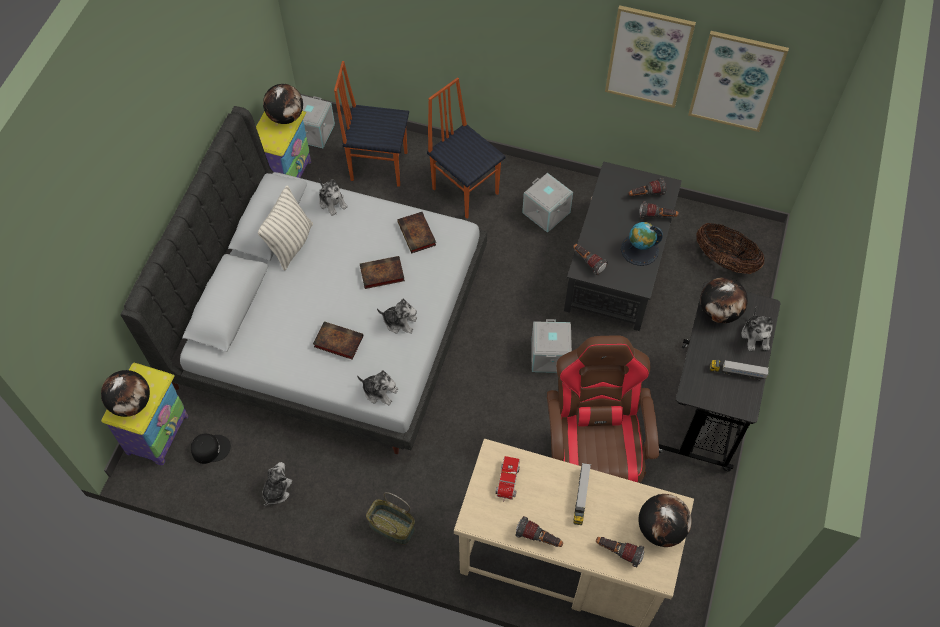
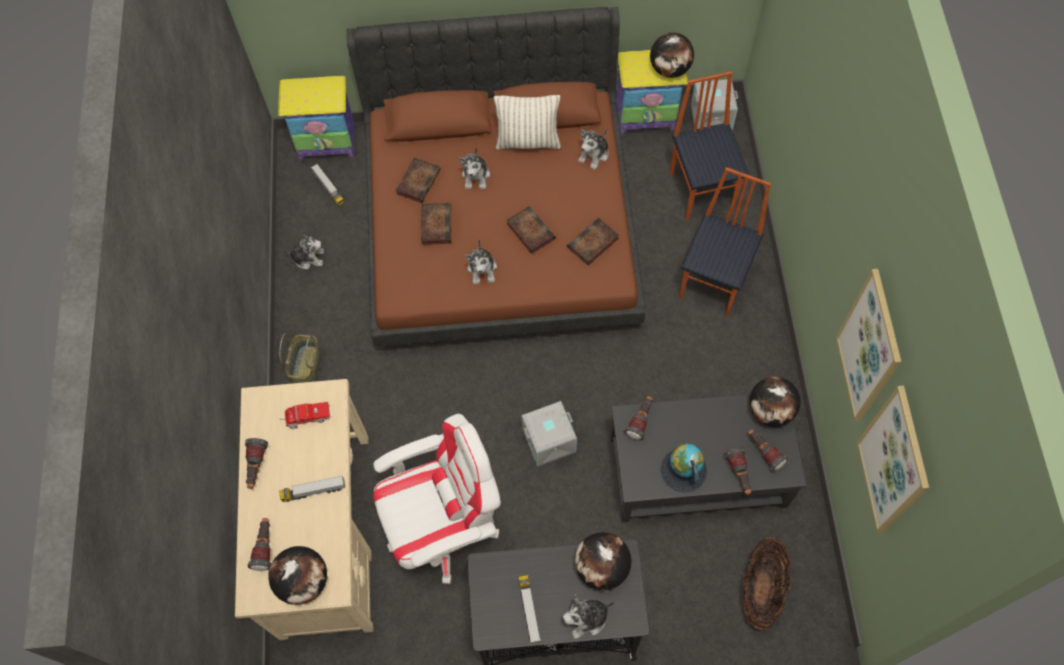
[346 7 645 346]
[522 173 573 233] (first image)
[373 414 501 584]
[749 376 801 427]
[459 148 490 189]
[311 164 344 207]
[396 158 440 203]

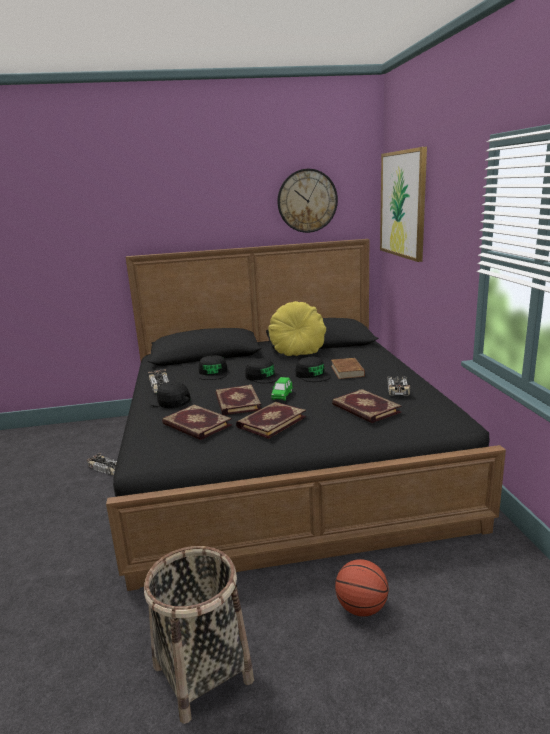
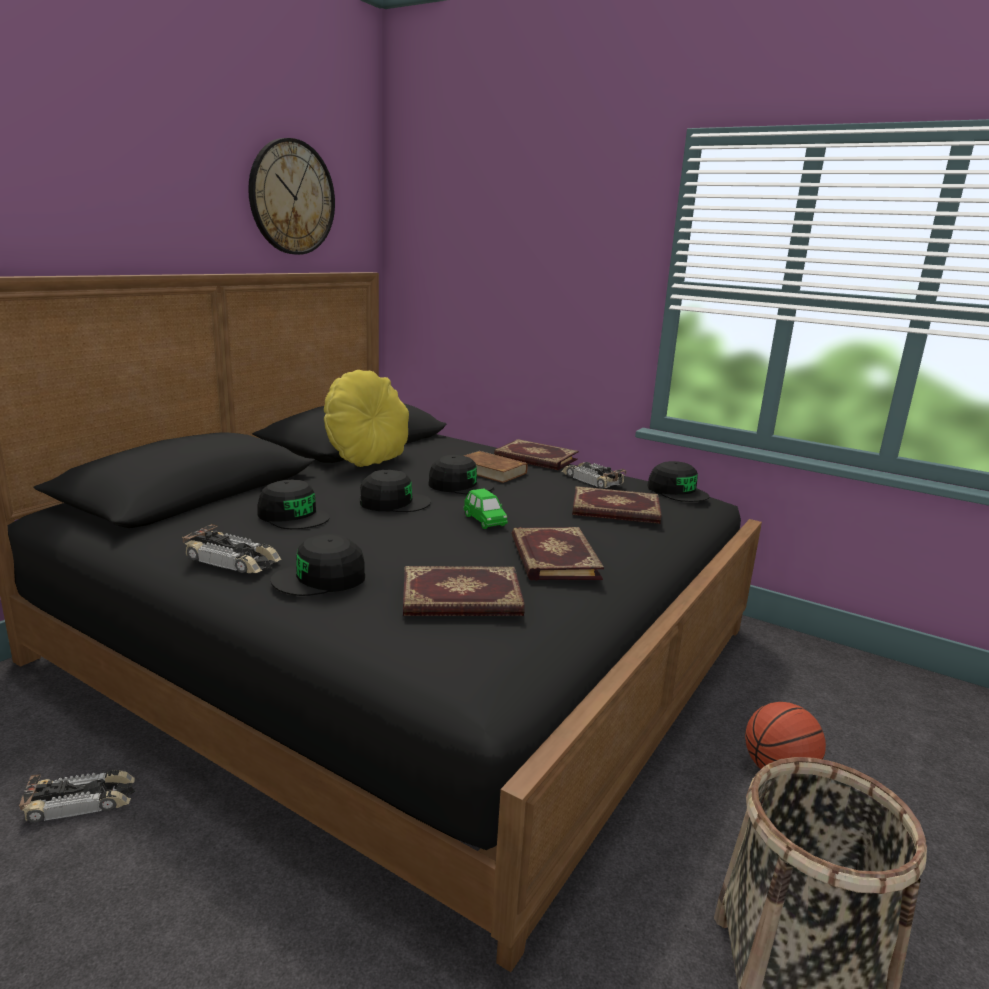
[380 147 427 262] (first image)
[494 439 579 470]
[647 461 710 502]

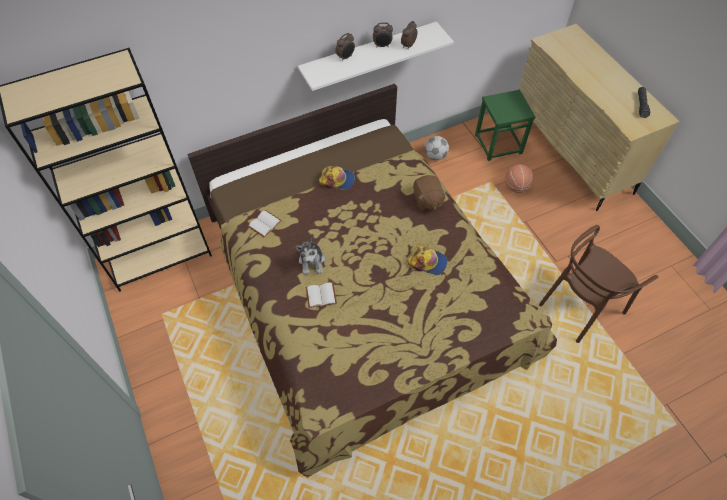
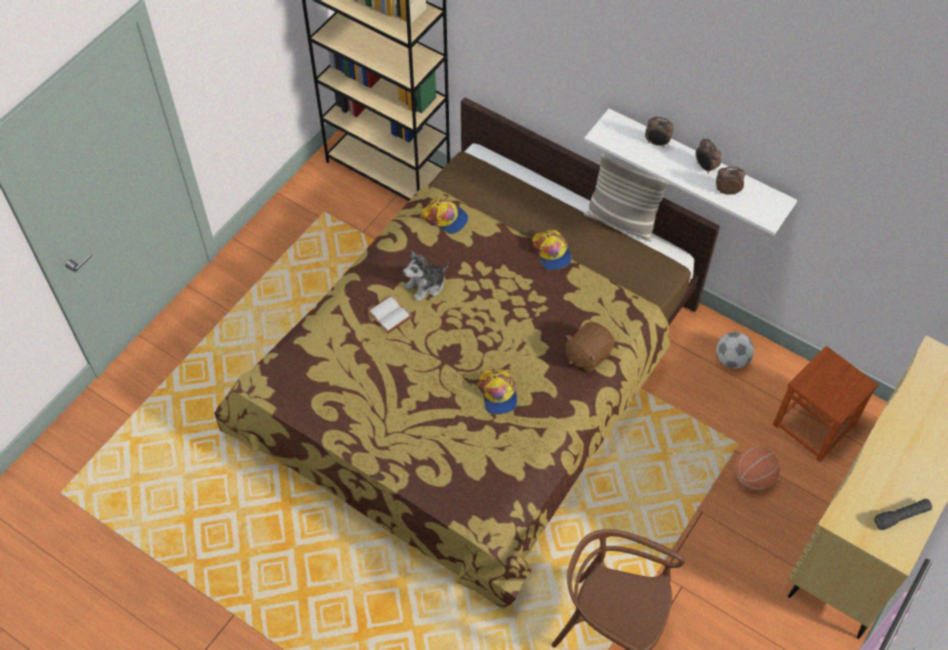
[773 346 878 462]
[421 197 468 234]
[584 153 669 242]

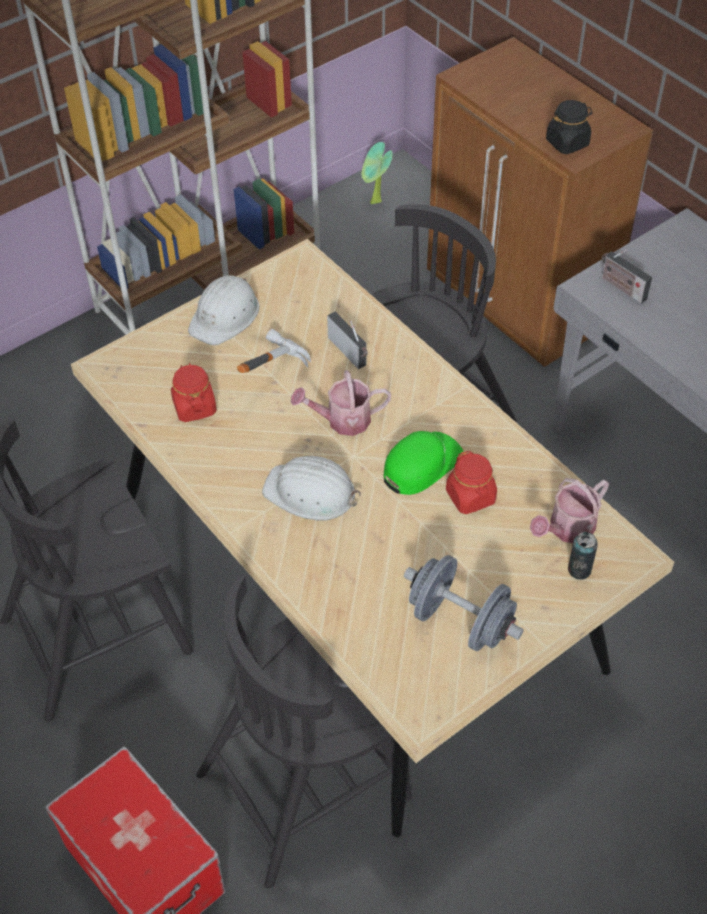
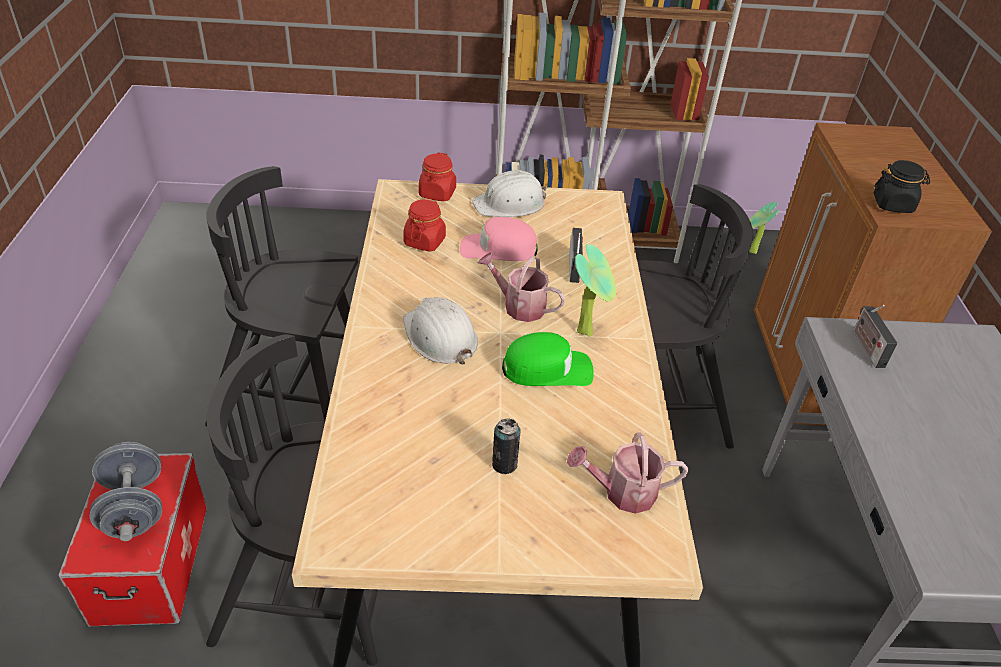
[460 217 538 261]
[419 152 456 201]
[492 418 521 474]
[90 442 162 541]
[575 244 616 337]

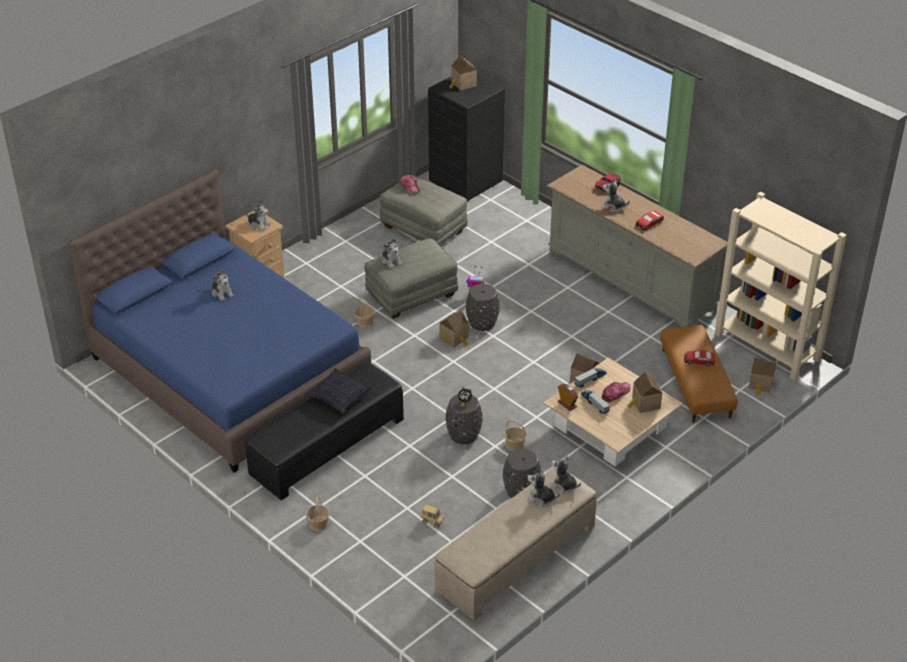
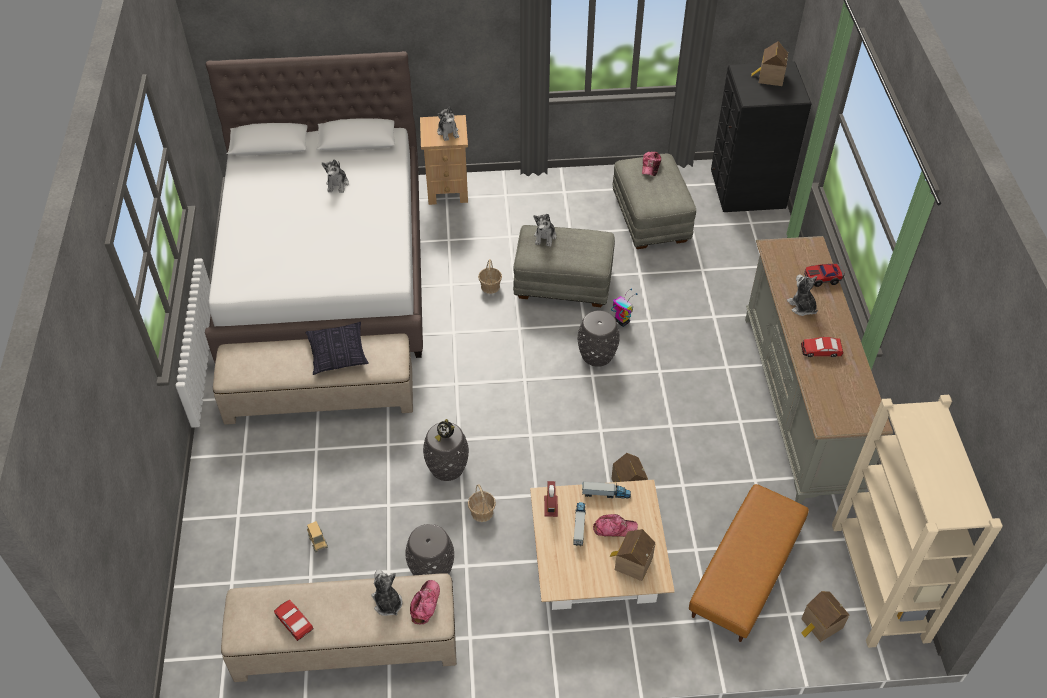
[205 51 423 362]
[439 310 468 347] (first image)
[274 600 313 641]
[213 333 413 425]
[410 580 440 624]
[306 496 330 531] (first image)

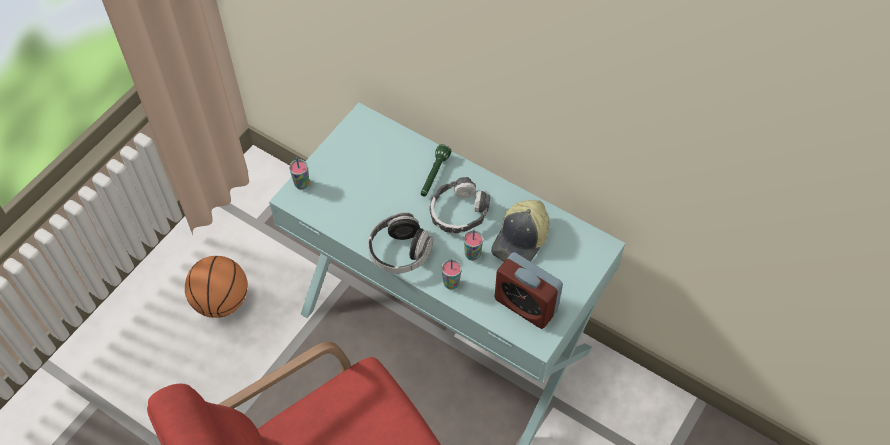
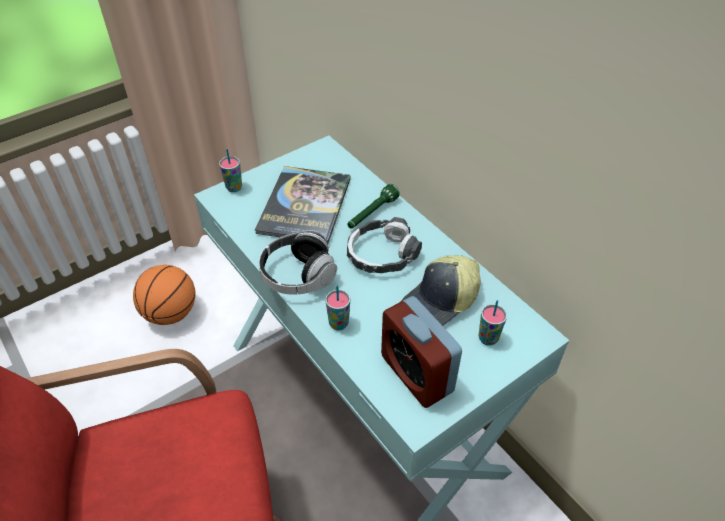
[479 300 507 346]
[255 166 351 244]

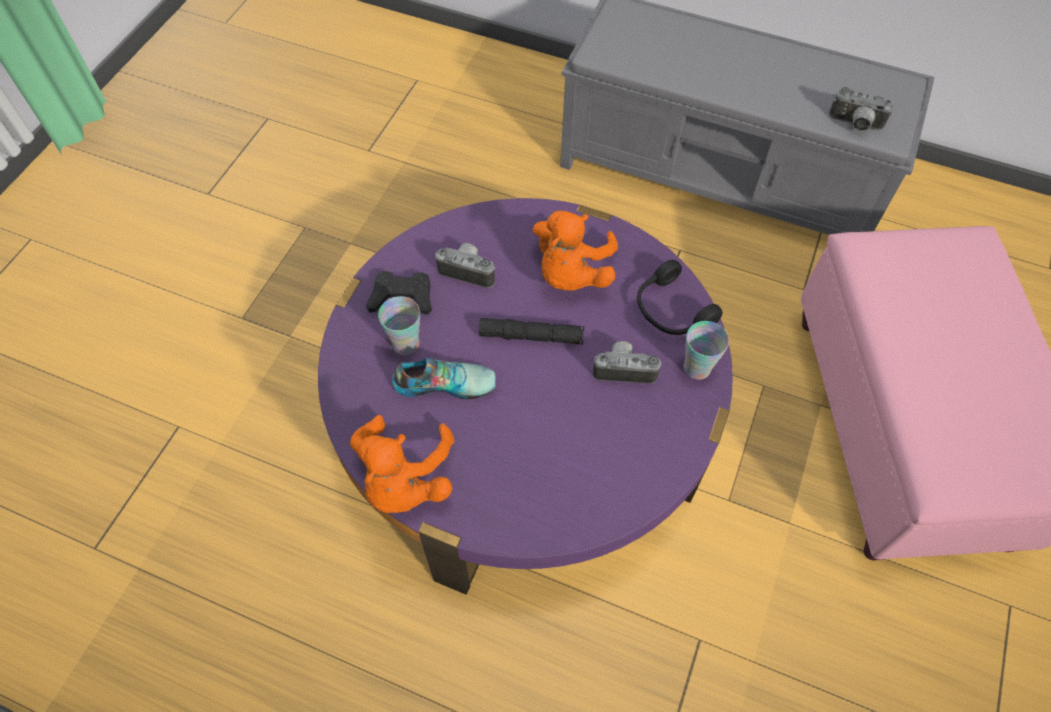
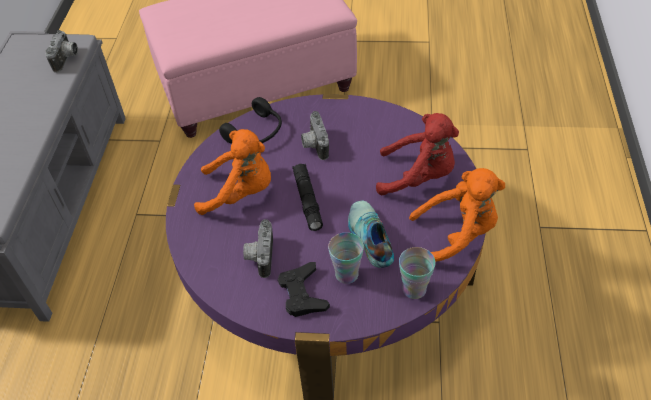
[399 247 436 299]
[376 113 459 196]

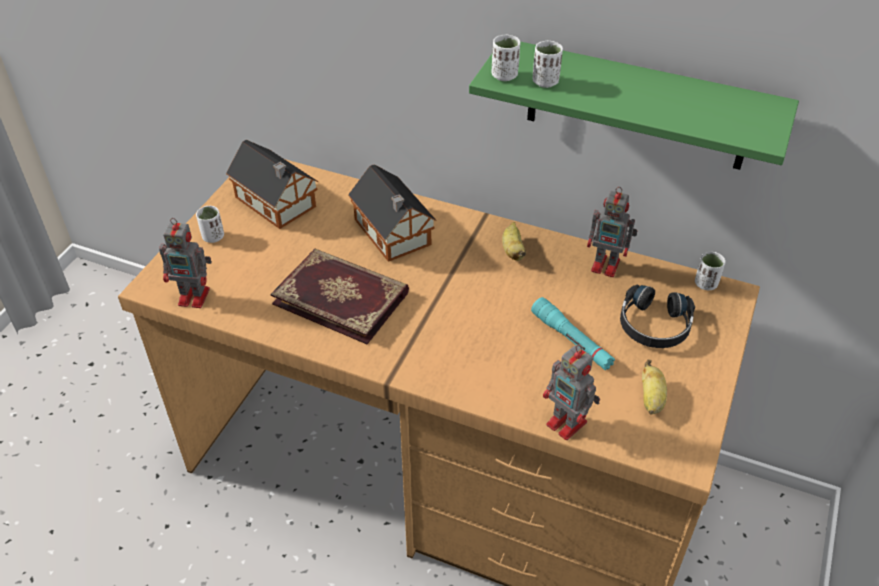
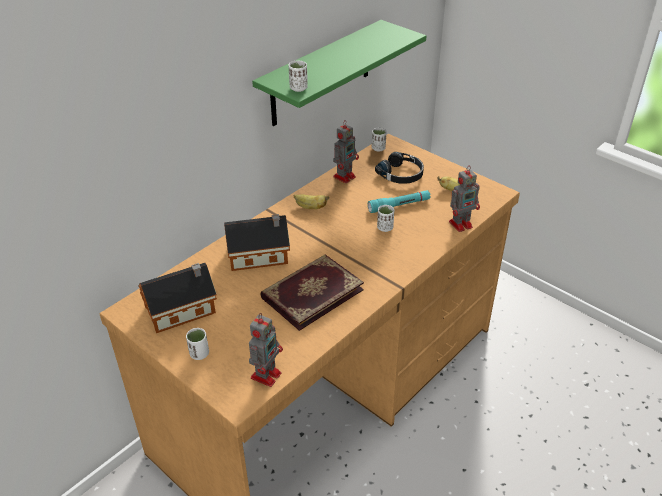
[377 205 394 232]

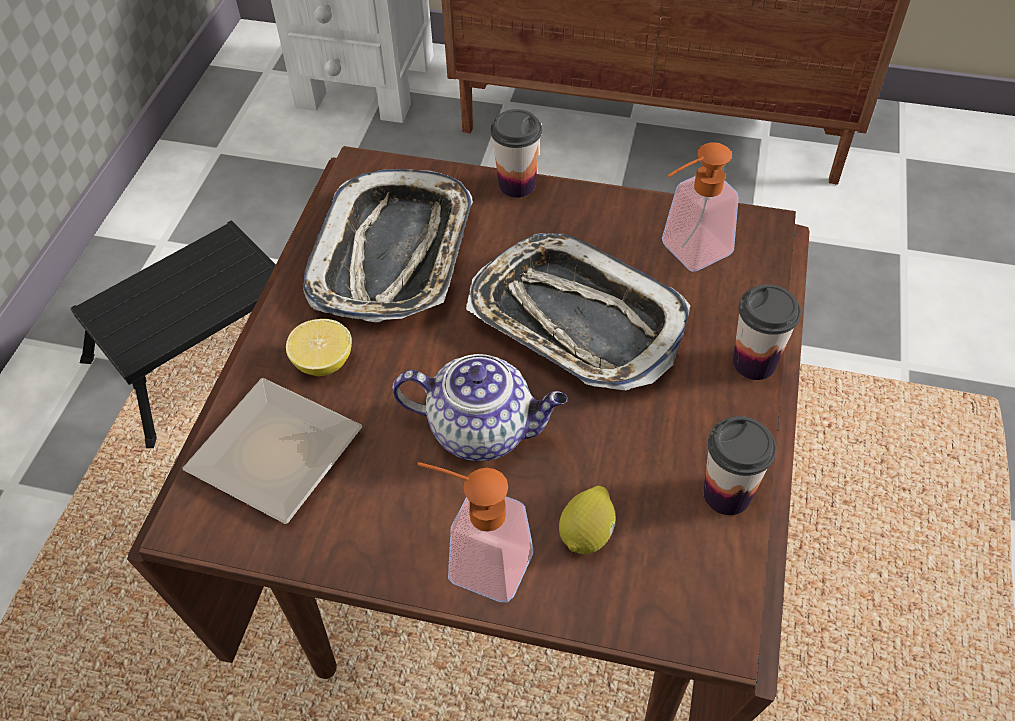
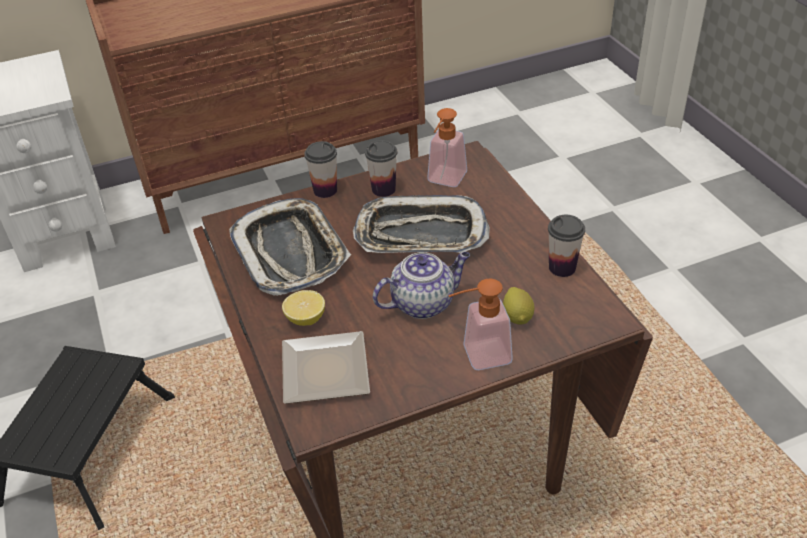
[365 140 398 197]

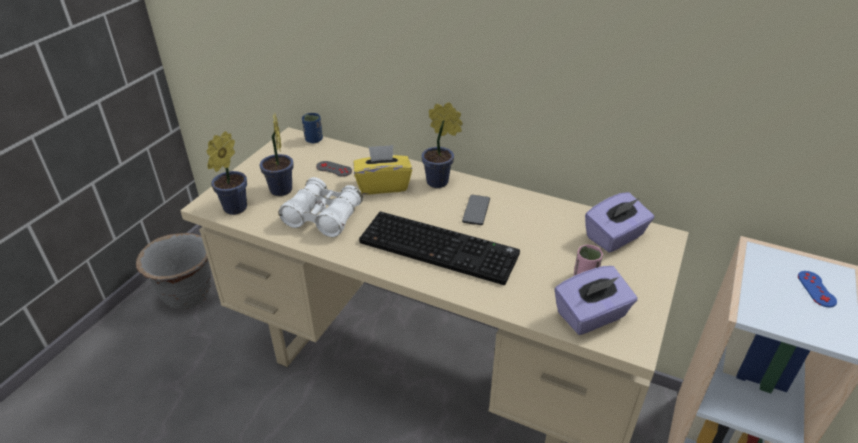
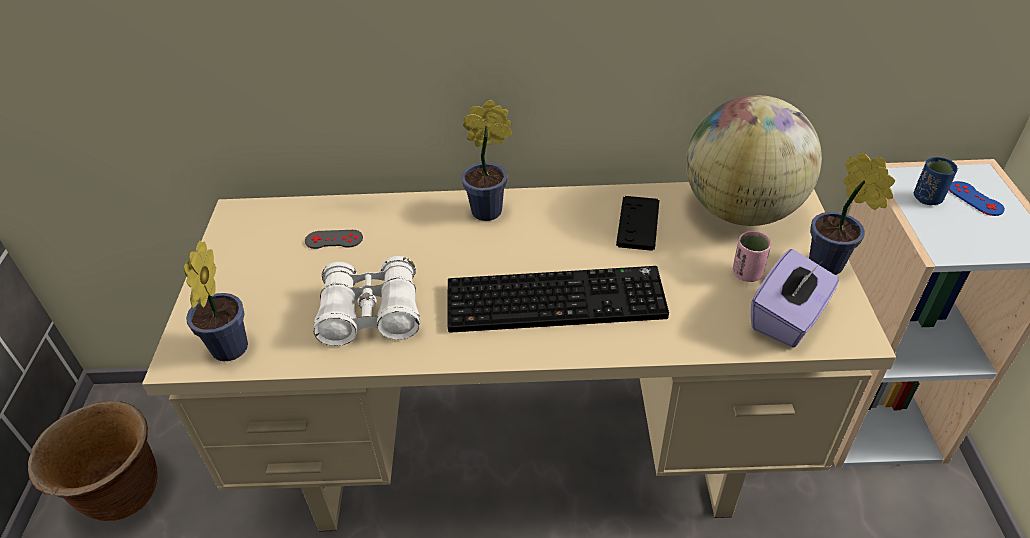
[914 157 958 205]
[809 152 895 275]
[353 145 412 195] (first image)
[686 95 822 226]
[462 195 490 225] (first image)
[28 401 158 521]
[616 196 659 251]

